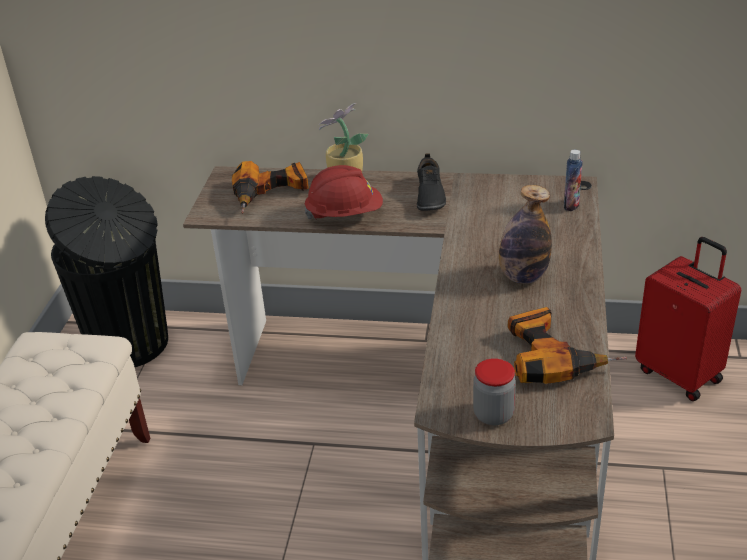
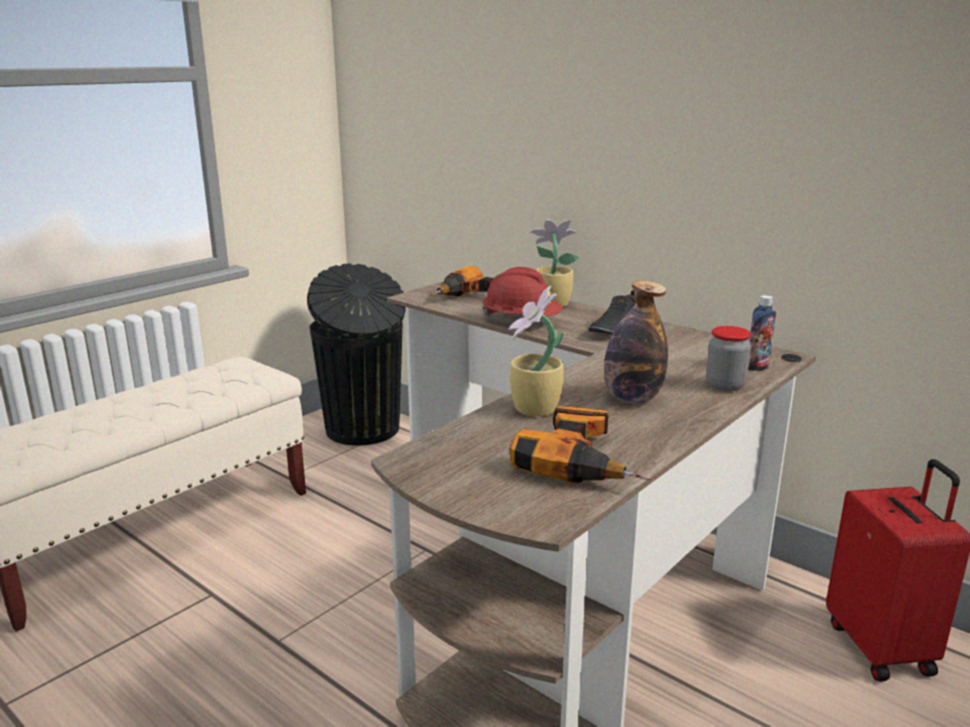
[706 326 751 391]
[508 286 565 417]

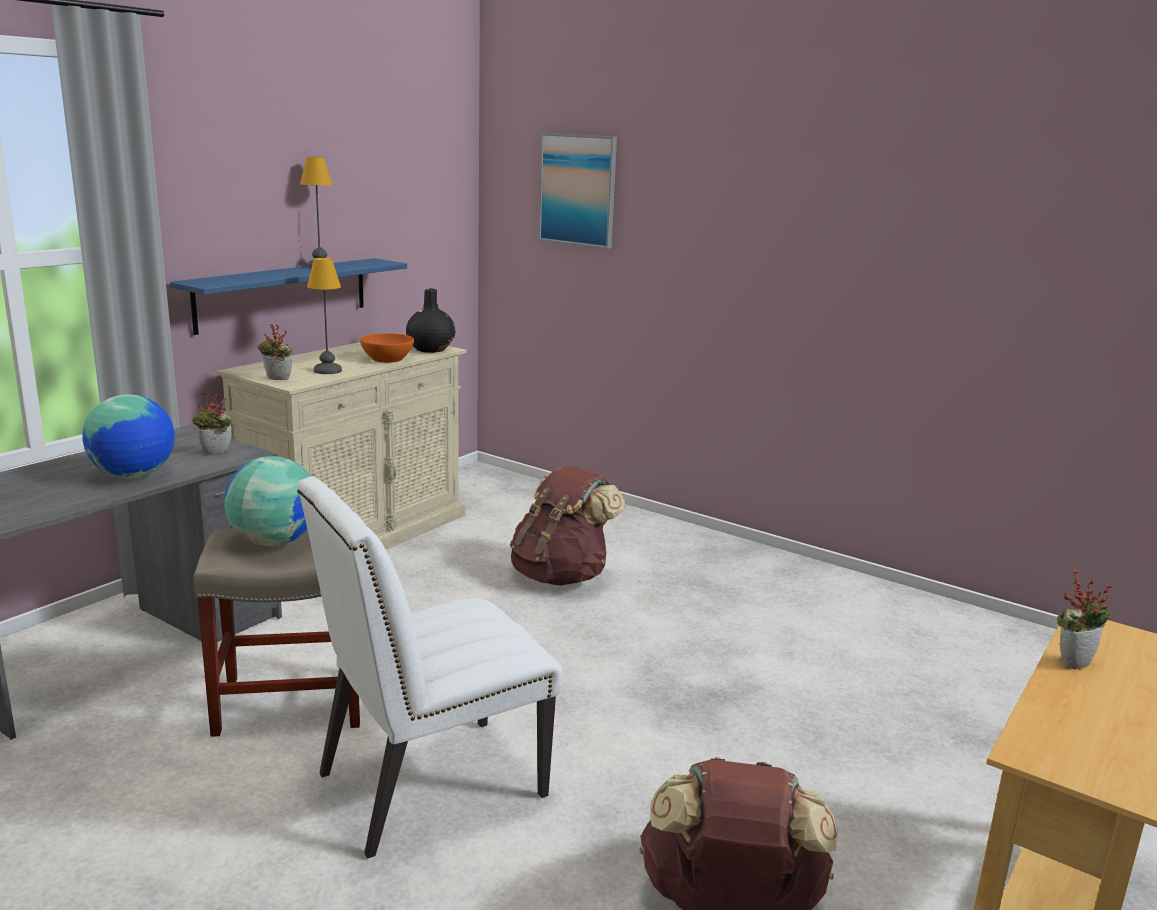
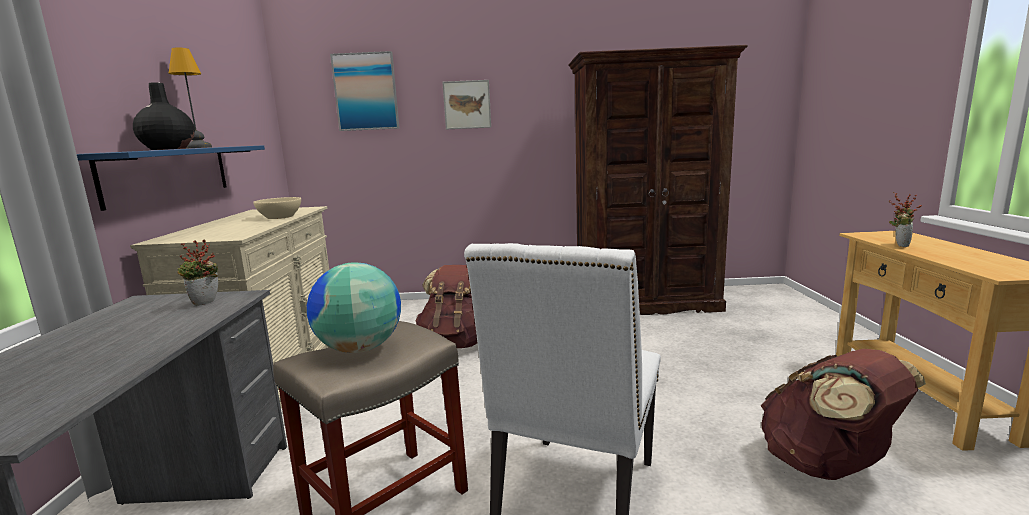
[307 258 342 374] (first image)
[133 82 195 150]
[257 324 292 380] (first image)
[253 197 301 219]
[82 394 175 479] (first image)
[568 45 748 315]
[443 80 491 129]

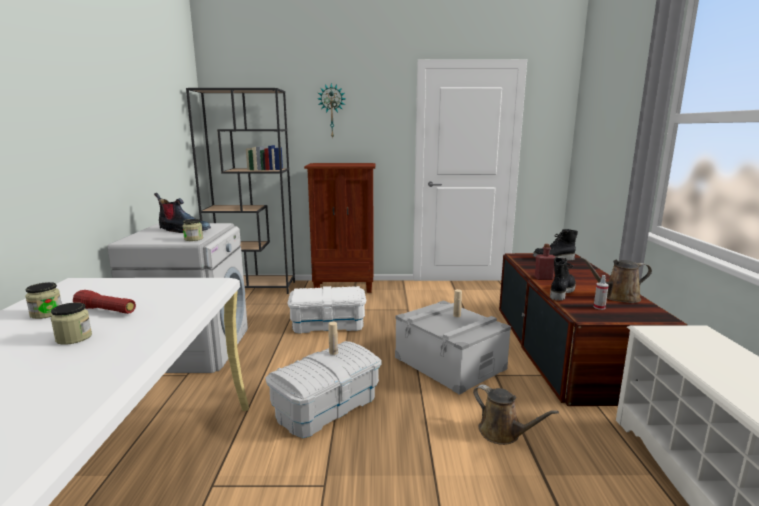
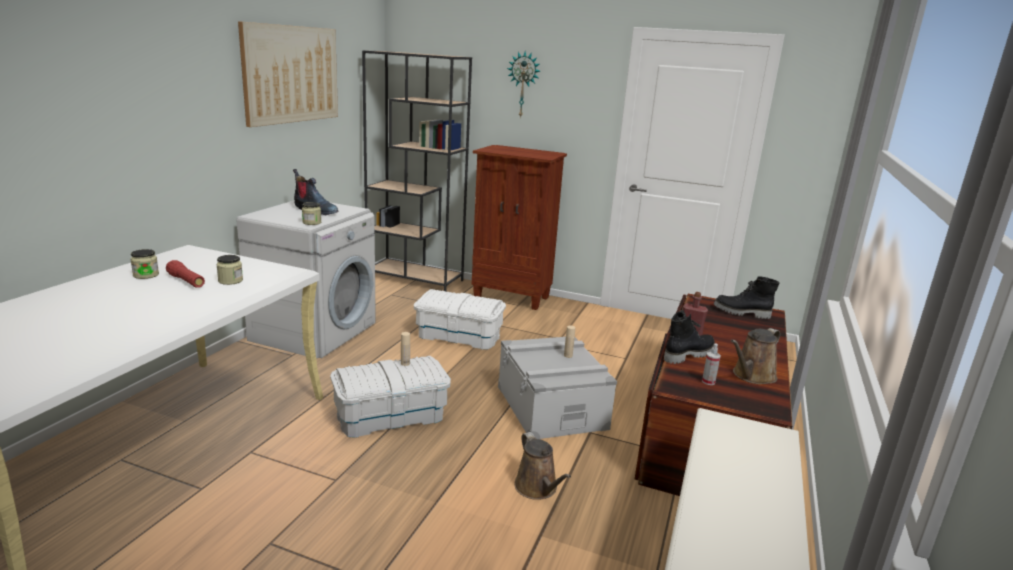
[731 328 780 384]
[216 255 243 285]
[238 21 338 127]

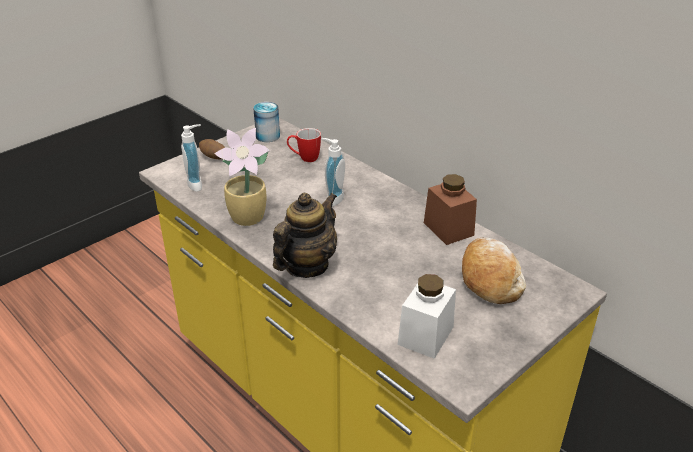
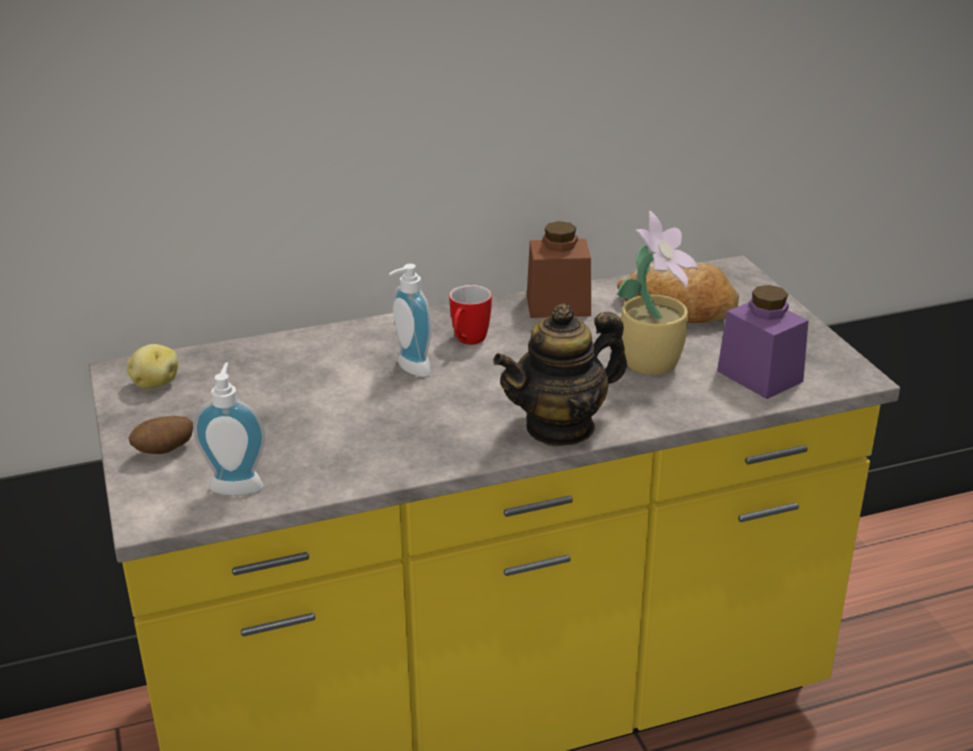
[127 344 178 389]
[617 211 698 375]
[449 285 492 345]
[493 304 627 447]
[717 285 809 399]

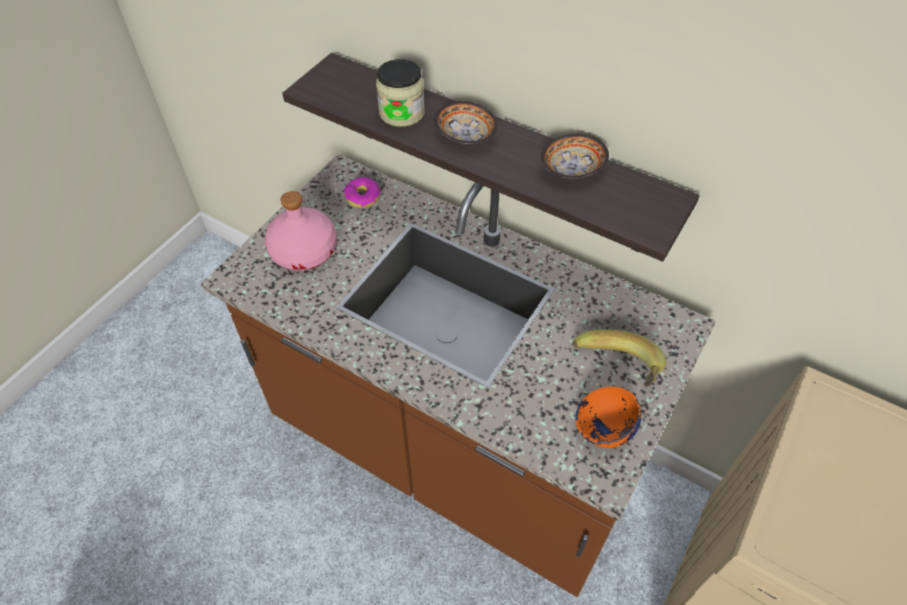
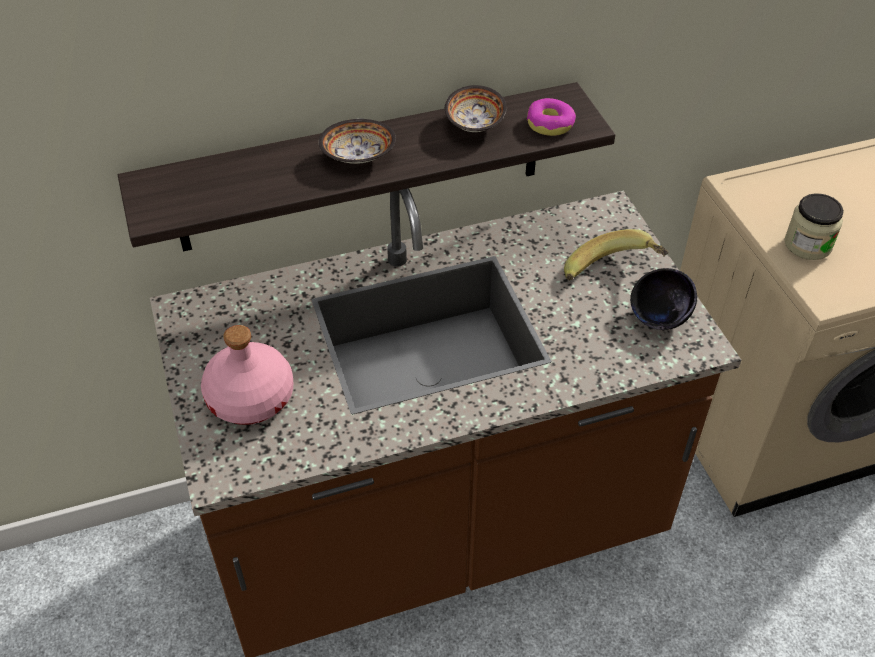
[784 193 844 260]
[527 98 576 136]
[630 268 697 330]

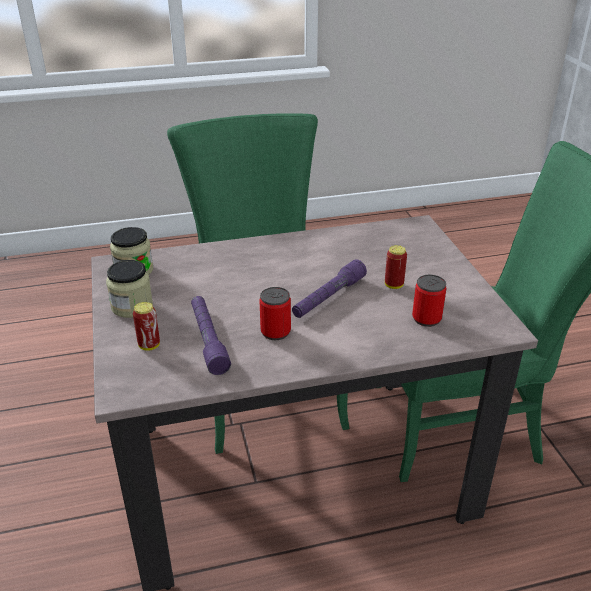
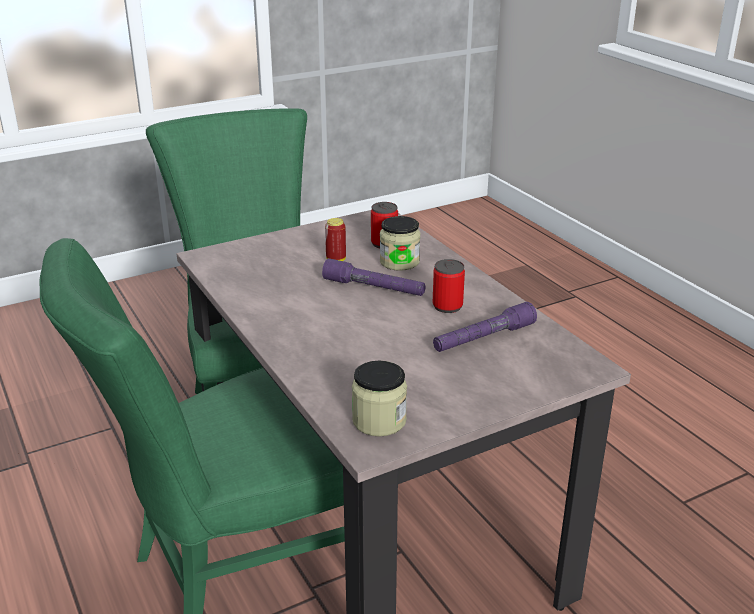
[380 216 421 271]
[133 302 160 351] (first image)

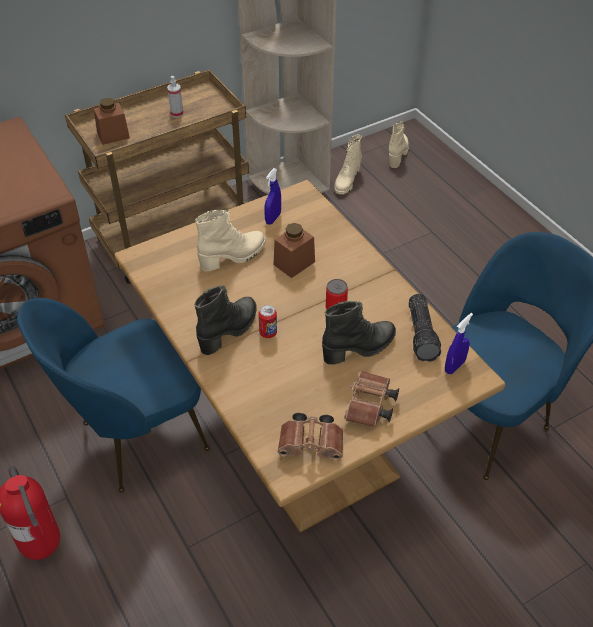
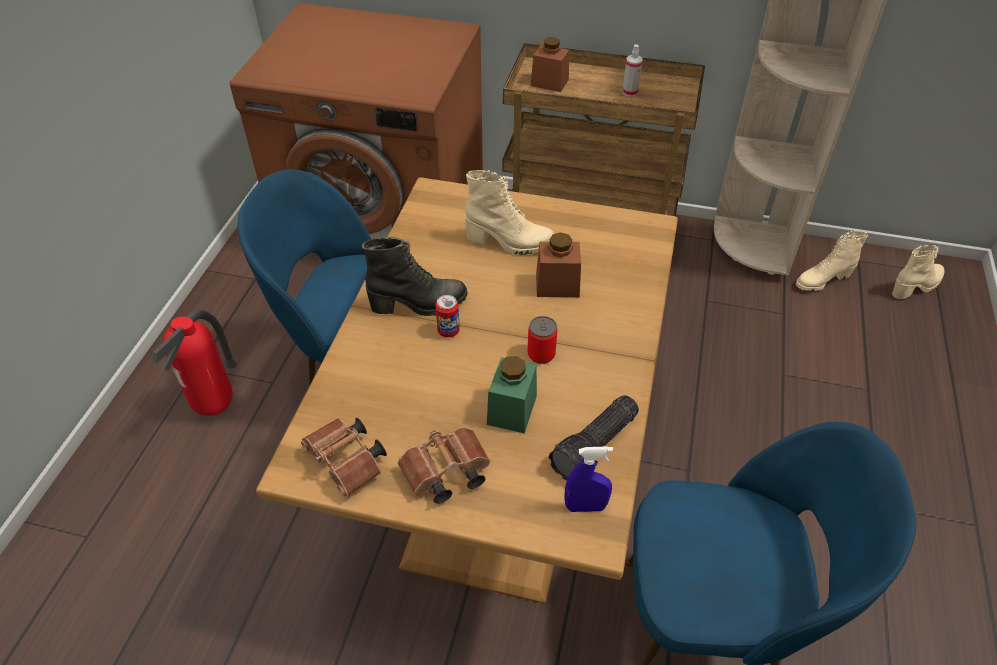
[264 168 281 225] (first image)
[487 356 537 434]

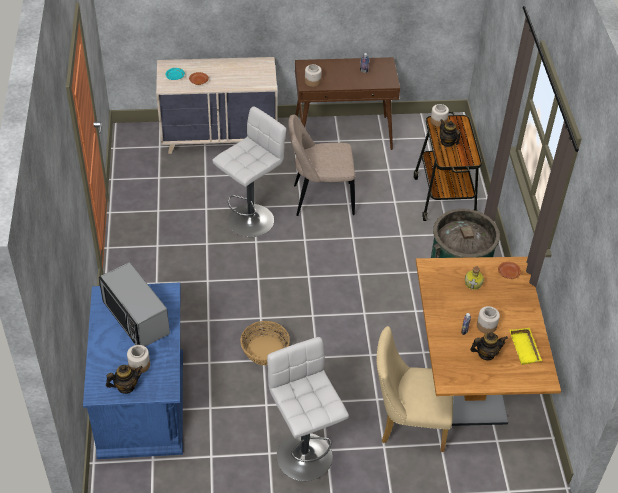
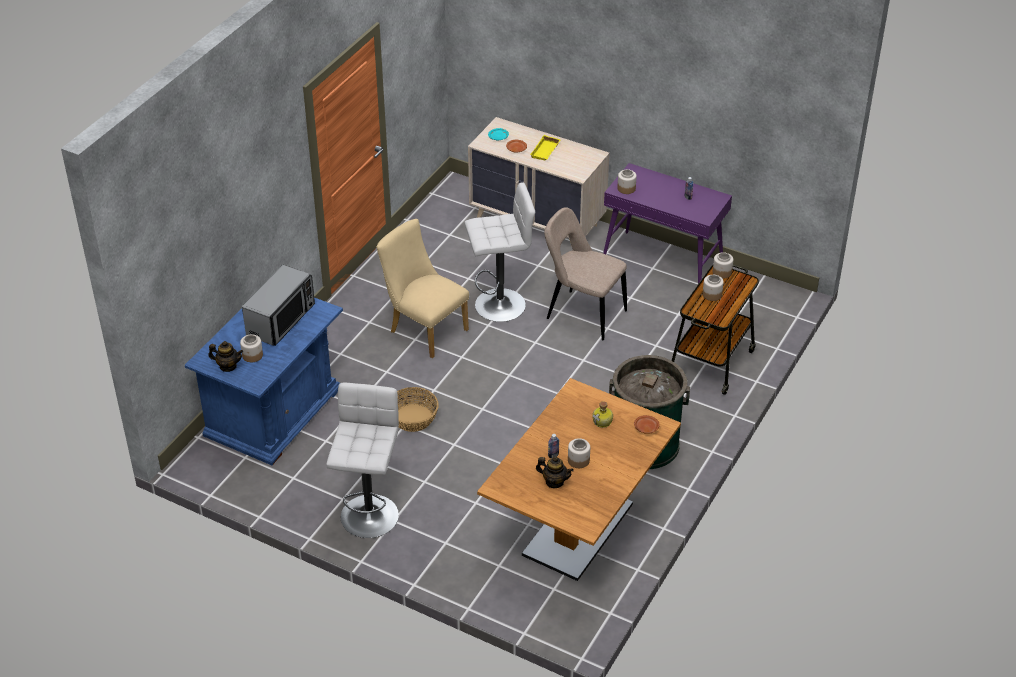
[603 163 732 284]
[703 275 724 301]
[242 265 315 346]
[376 219 469 358]
[530 135 561 161]

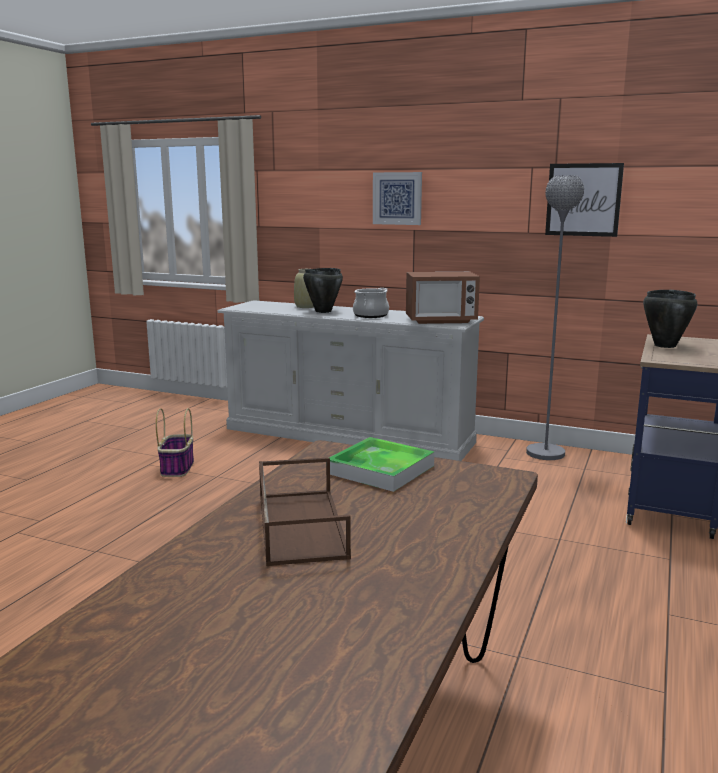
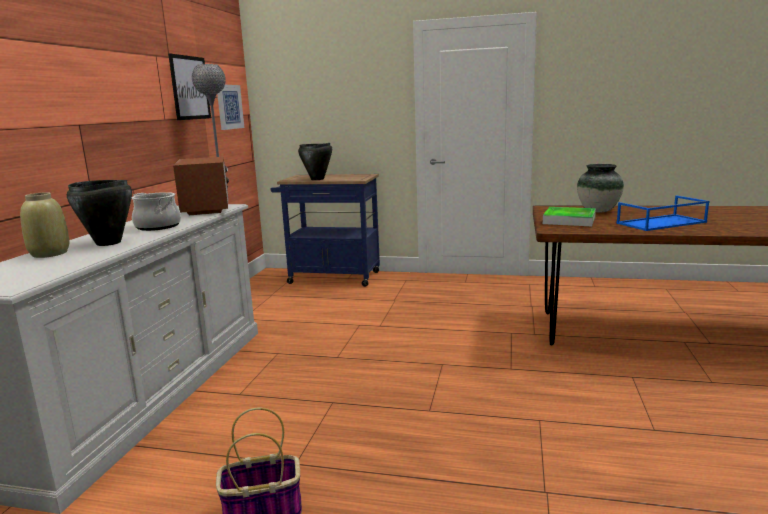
[217 85 244 130]
[616 196 709 231]
[577 164 624 212]

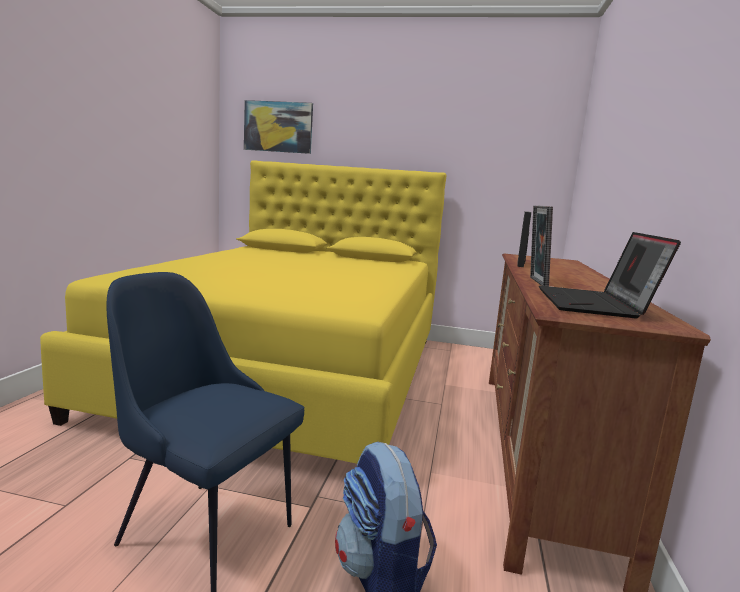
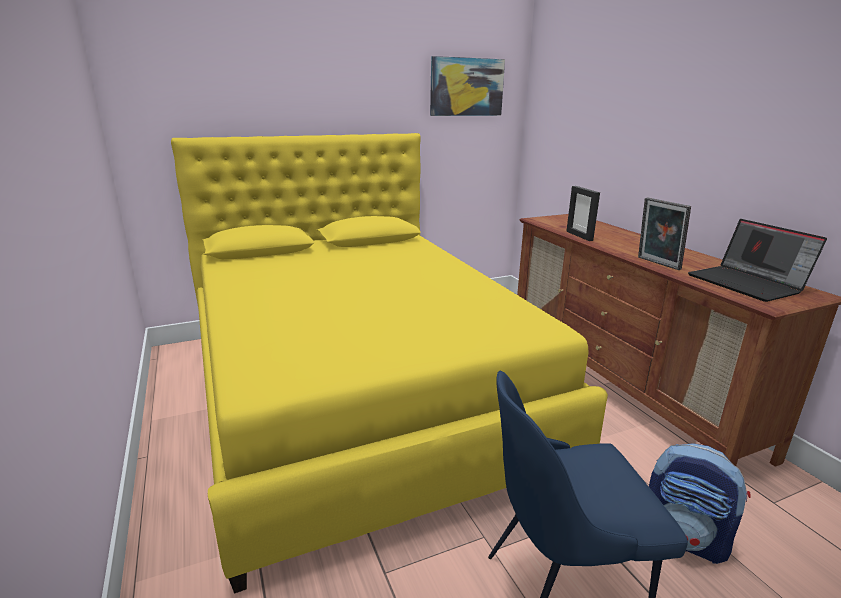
[430 56 505 116]

